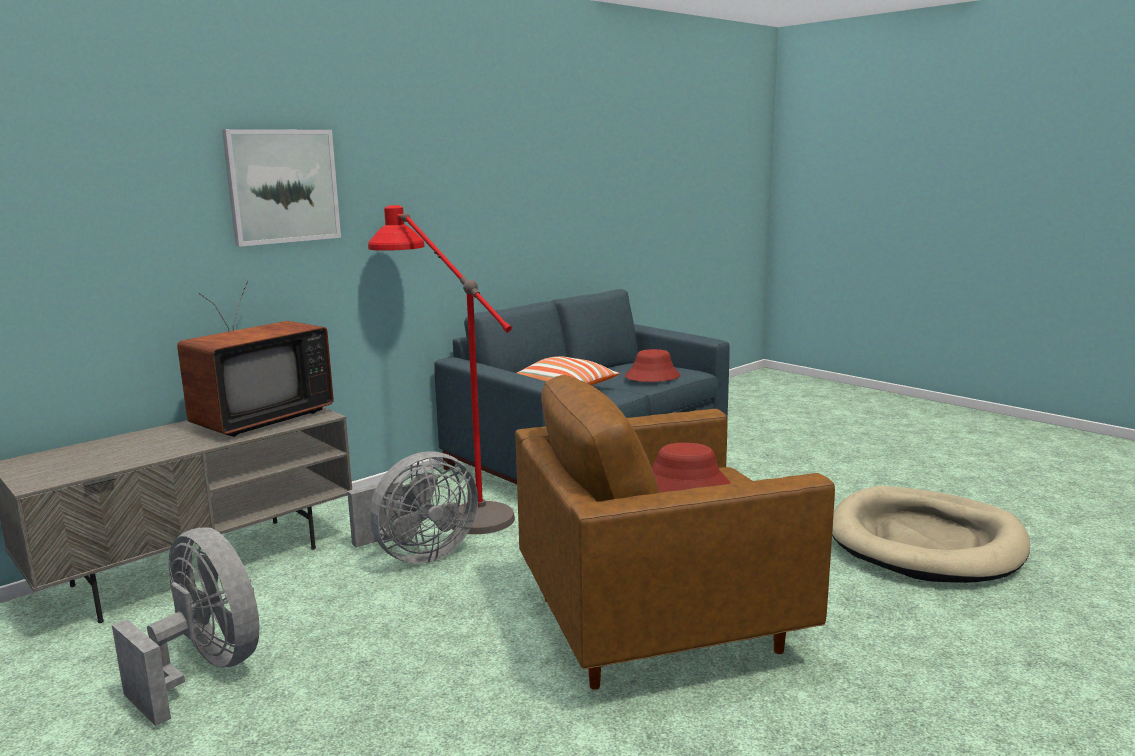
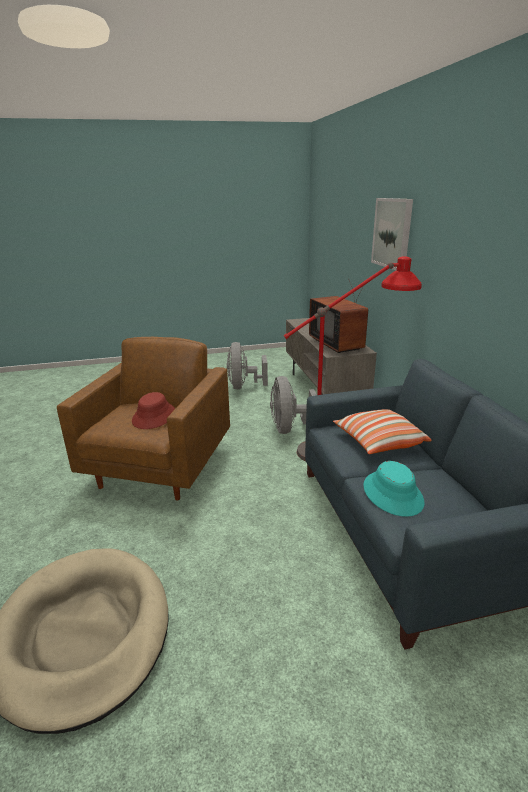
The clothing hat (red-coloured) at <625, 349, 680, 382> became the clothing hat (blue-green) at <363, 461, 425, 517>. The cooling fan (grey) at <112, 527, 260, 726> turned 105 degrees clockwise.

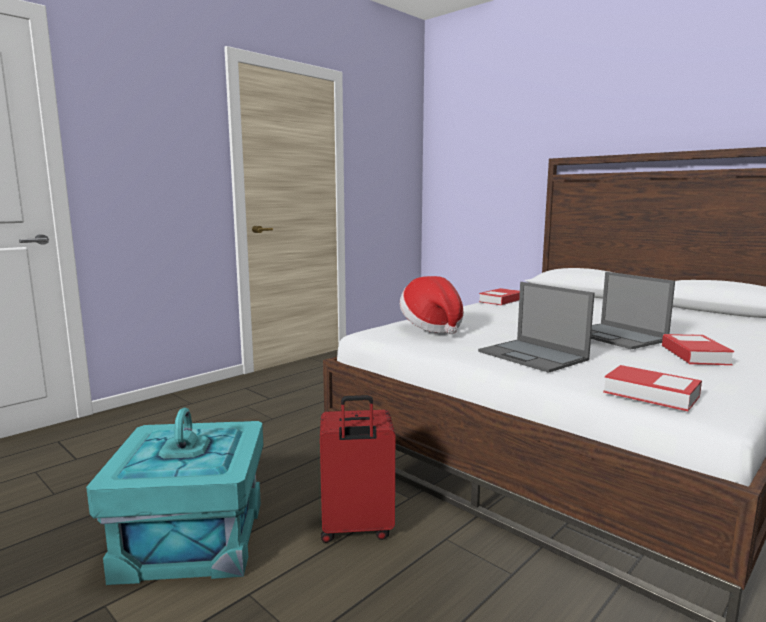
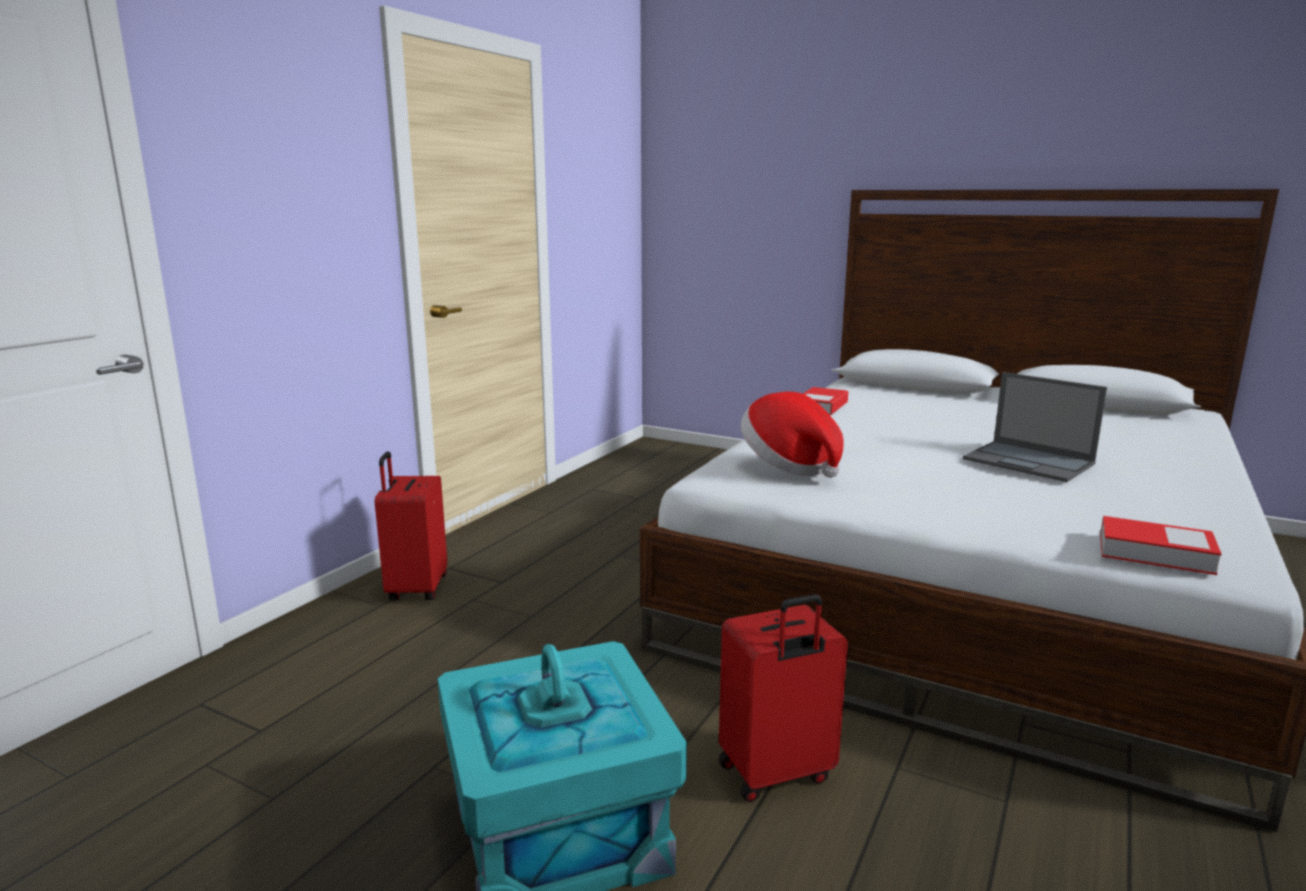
The portable computer at <478, 282, 595, 373> disappeared. The volume at <662, 334, 734, 365> disappeared. The suitcase (red-coloured) at <375, 451, 447, 600> appeared.

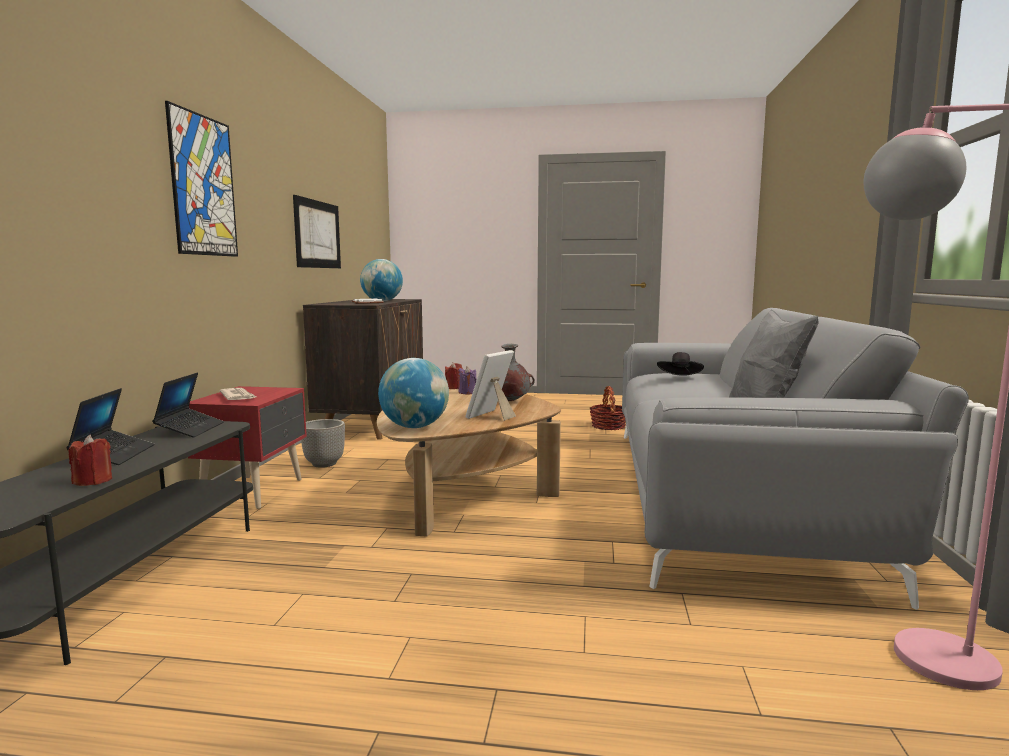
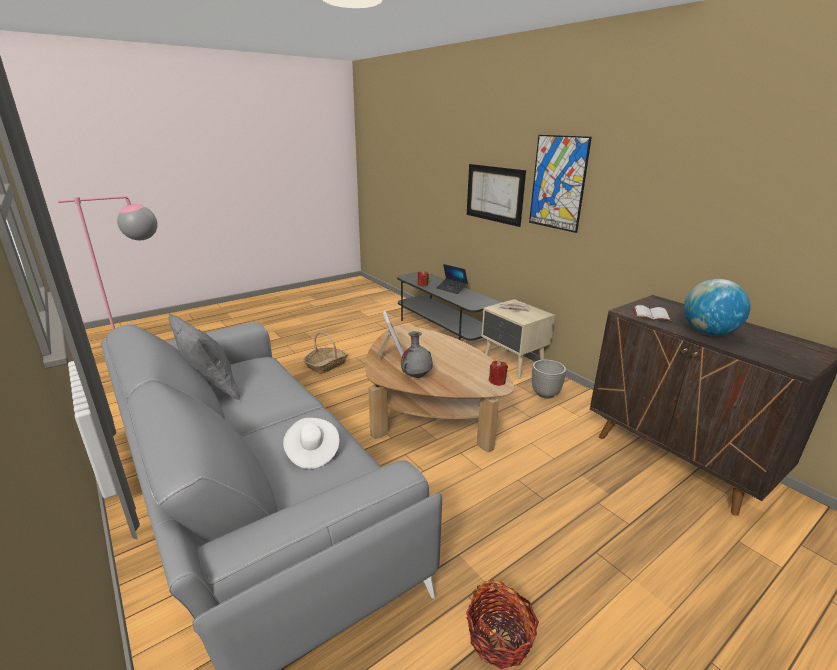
The wall art moved from <293, 195, 341, 268> to <467, 164, 526, 227>. The clothing hat (black-coloured) at <657, 352, 704, 376> became the clothing hat (whitish) at <283, 418, 339, 469>. The desk globe at <378, 358, 449, 428> disappeared. The wax light (purplish) at <458, 366, 476, 394> disappeared. The portable computer at <152, 373, 224, 437> disappeared. The nightstand (red-coloured) at <188, 386, 307, 509> became the nightstand (beige-coloured) at <481, 299, 555, 379>. The basket at <303, 332, 348, 374> appeared.

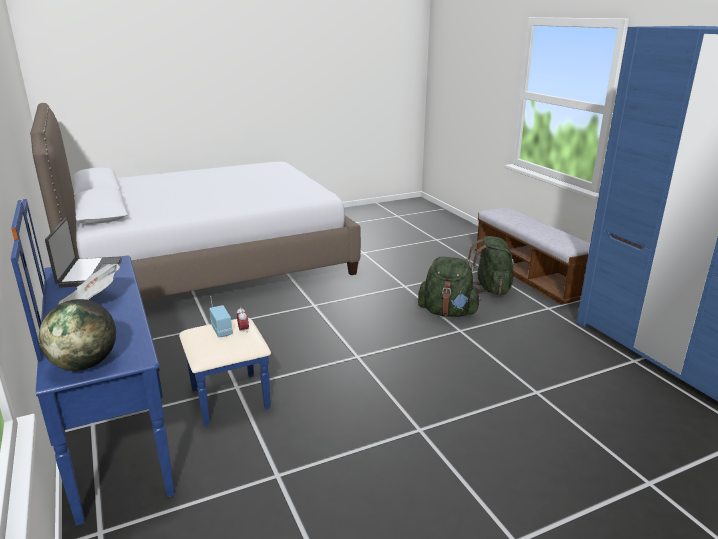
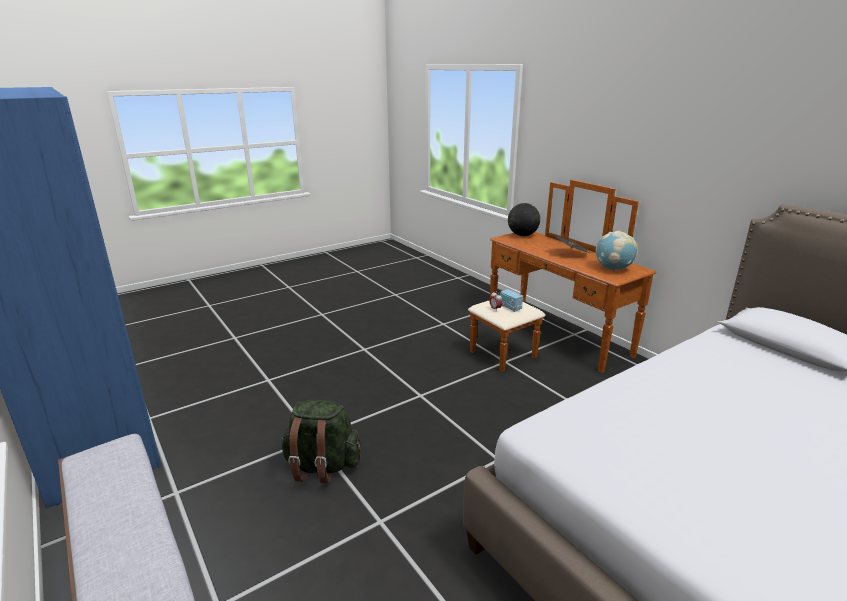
The chest of drawers (bluish) at <11, 199, 271, 526> became the chest of drawers (brown) at <468, 180, 656, 373>. The portable computer at <45, 218, 122, 288> was replaced by the desk globe at <595, 231, 637, 271>. The rucksack (greenish) at <466, 236, 517, 295> disappeared.

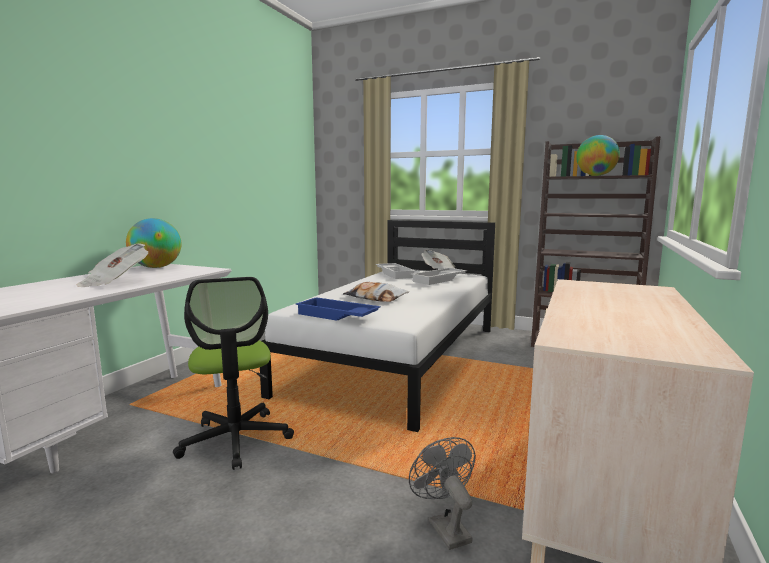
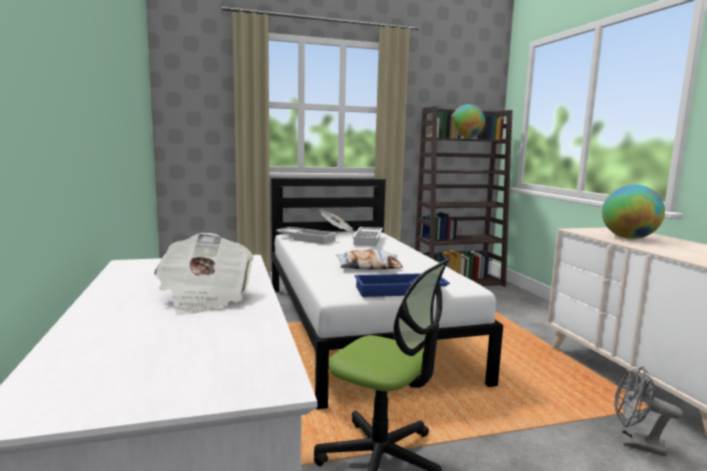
The desk globe moved from <126, 218, 181, 268> to <602, 185, 665, 239>.

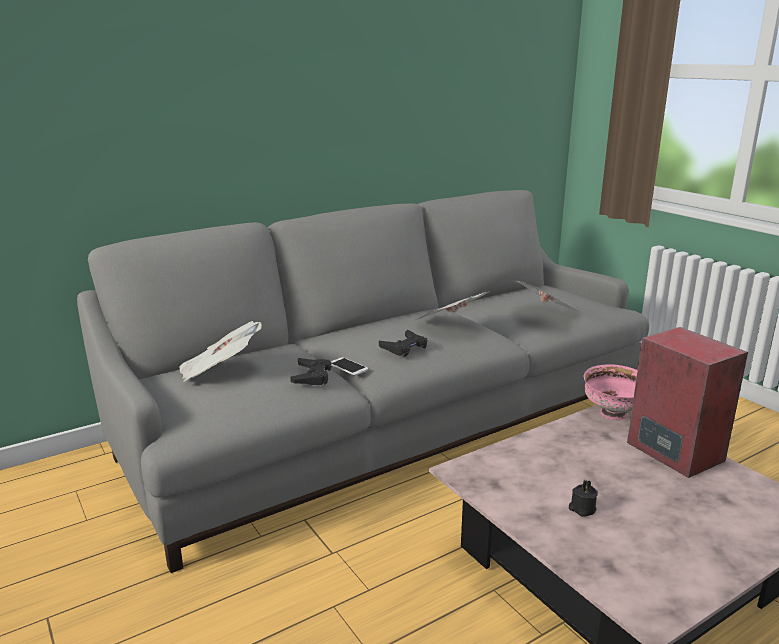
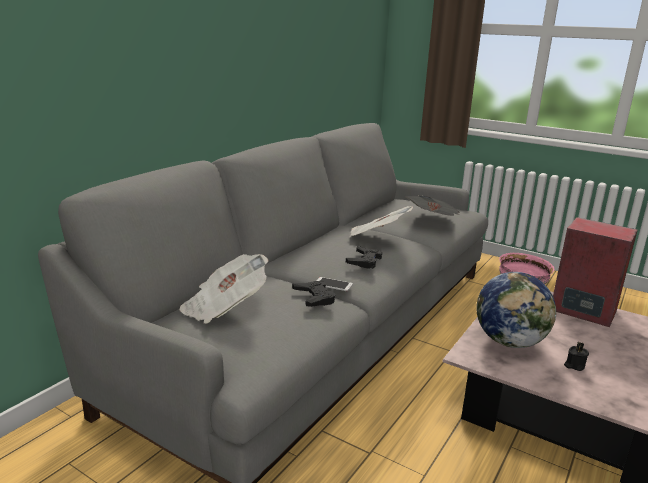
The desk globe at <476, 272, 556, 348> appeared.

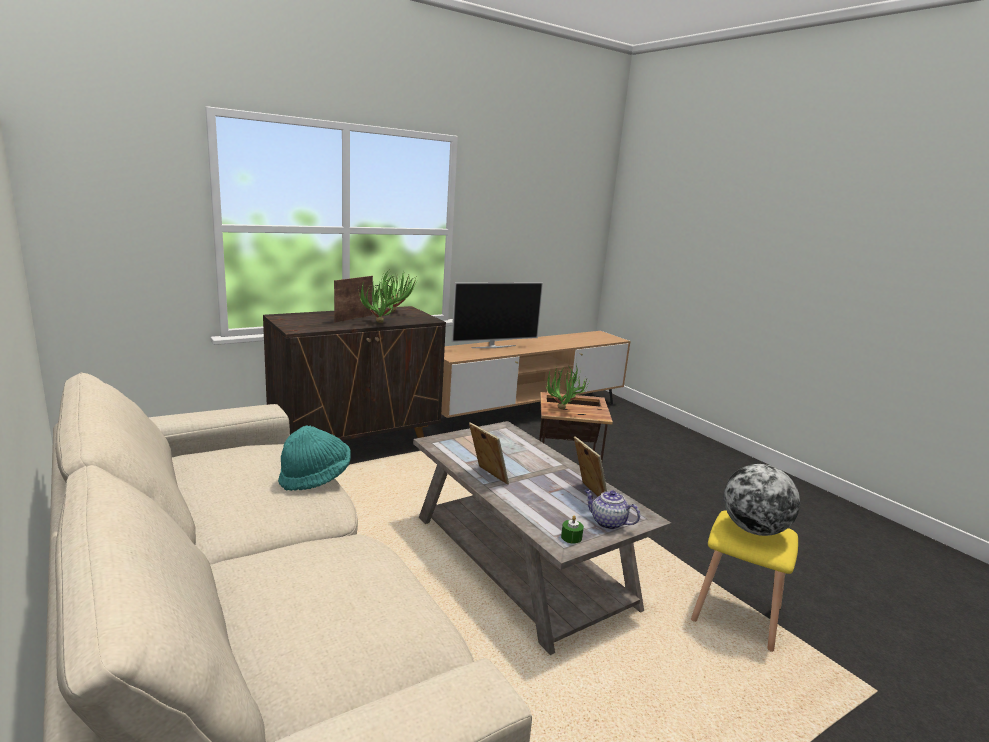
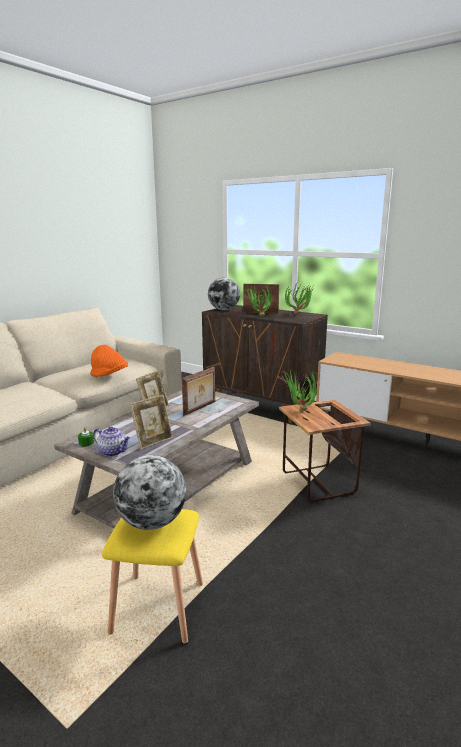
The TV set at <451, 282, 543, 348> disappeared. The clothing hat (blue-green) at <278, 426, 351, 491> became the clothing hat (orangey) at <90, 345, 128, 377>. The pot for tea at <584, 489, 640, 530> turned 105 degrees clockwise. The desk globe at <208, 277, 240, 310> appeared. The photo frame at <182, 367, 215, 416> appeared.

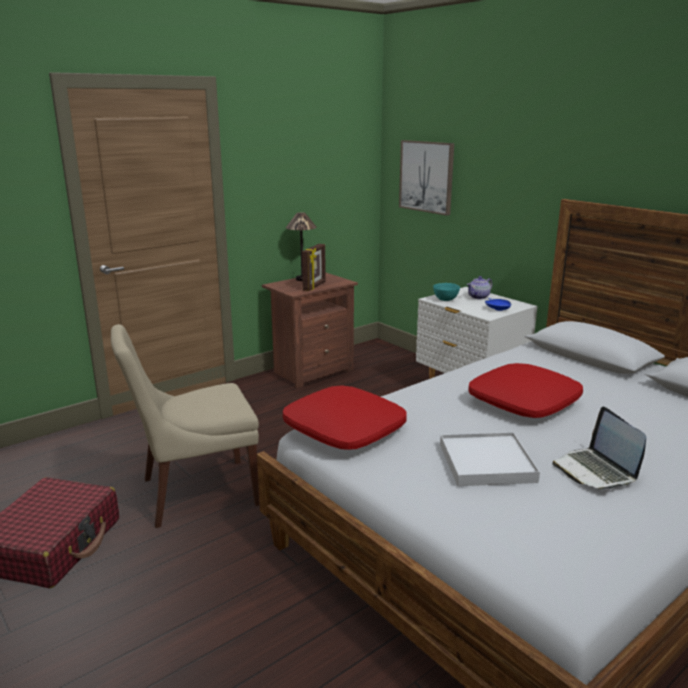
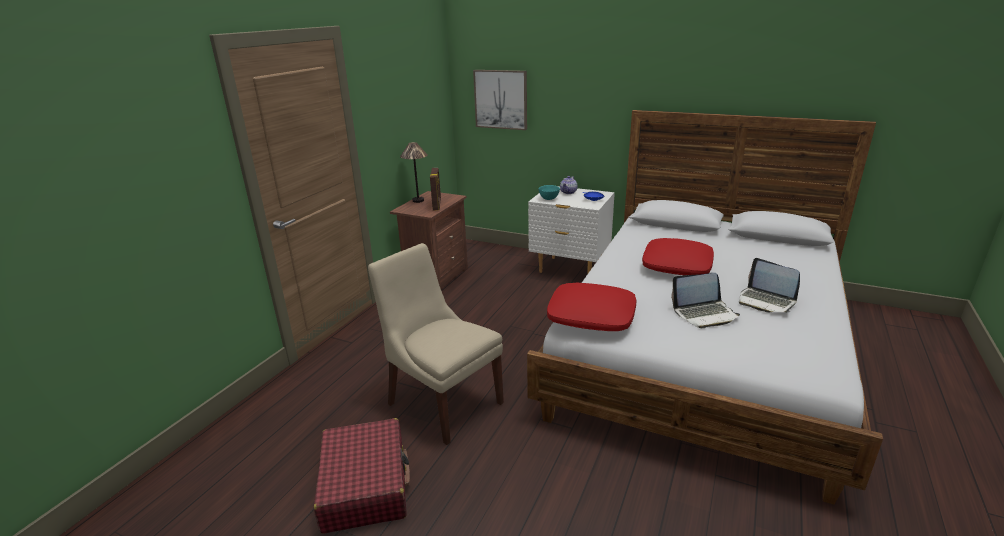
The chair (beige-coloured) at <111, 324, 260, 528> turned 90 degrees clockwise. The serving tray (whitish) at <440, 432, 540, 486> was replaced by the portable computer at <671, 273, 740, 328>.

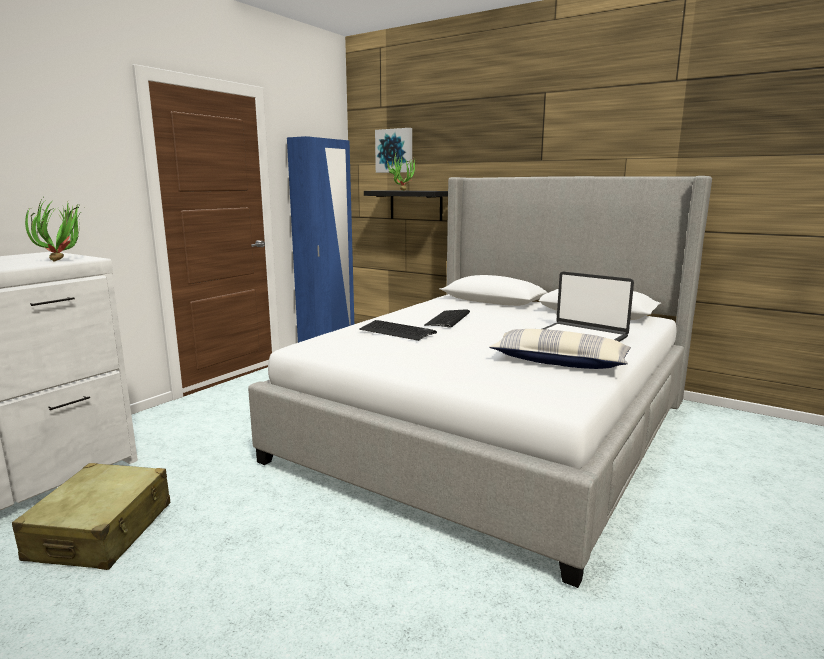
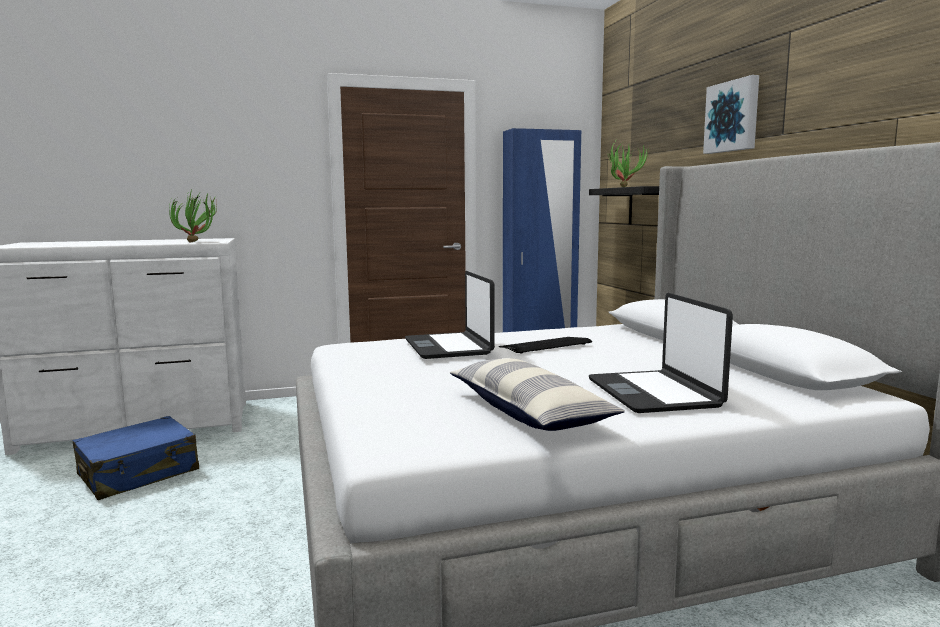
The wall art moved from <375, 128, 412, 173> to <703, 75, 759, 154>. The keyboard at <359, 320, 437, 341> was replaced by the portable computer at <405, 271, 495, 359>. The suitcase (beige-coloured) at <12, 463, 170, 570> became the suitcase (bluish) at <73, 416, 199, 500>.

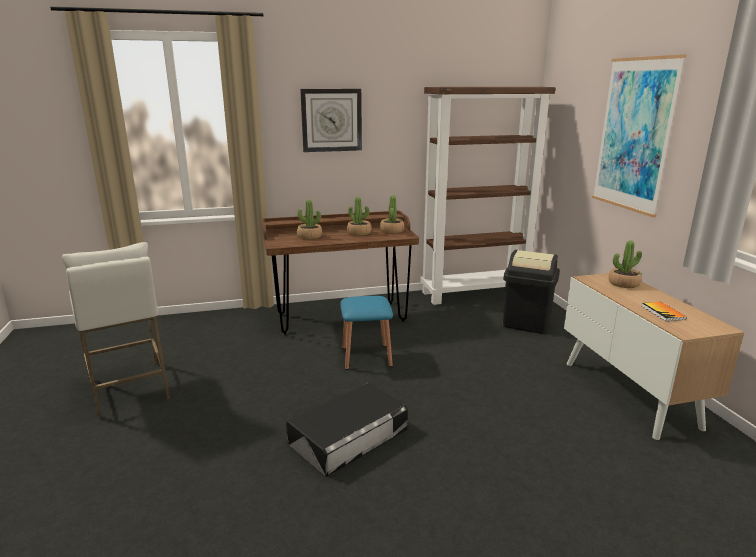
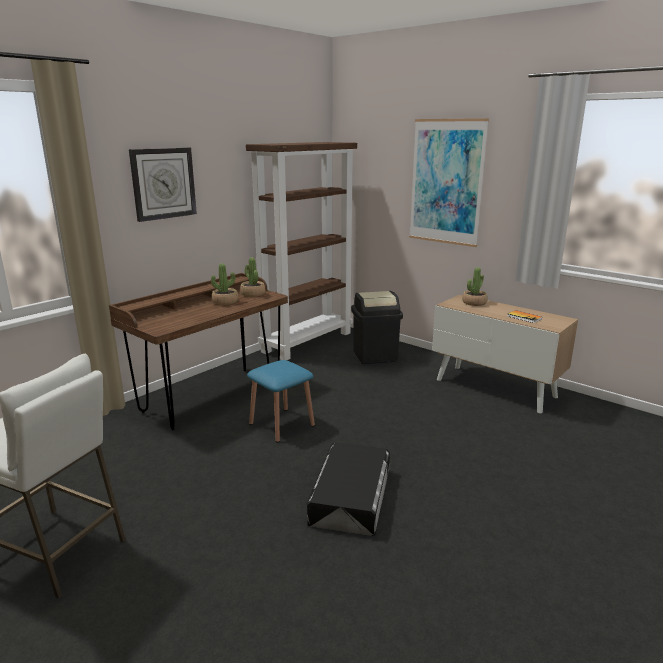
The plant in a pot at <297, 199, 322, 239> disappeared.

